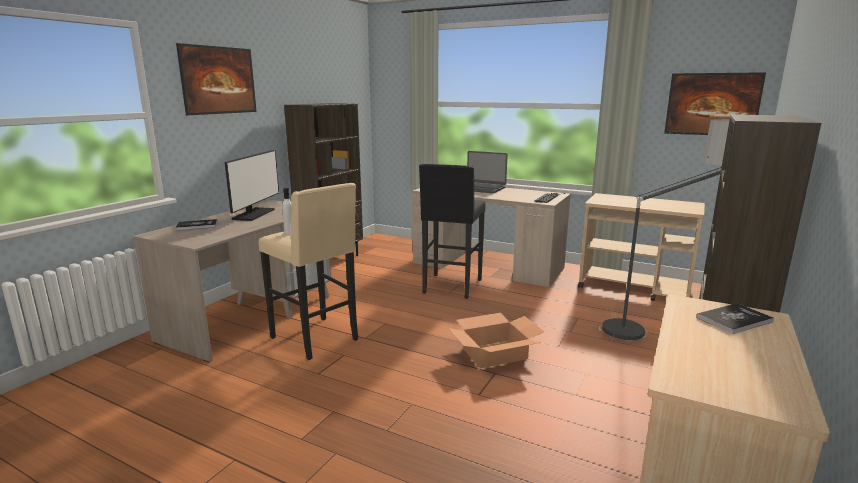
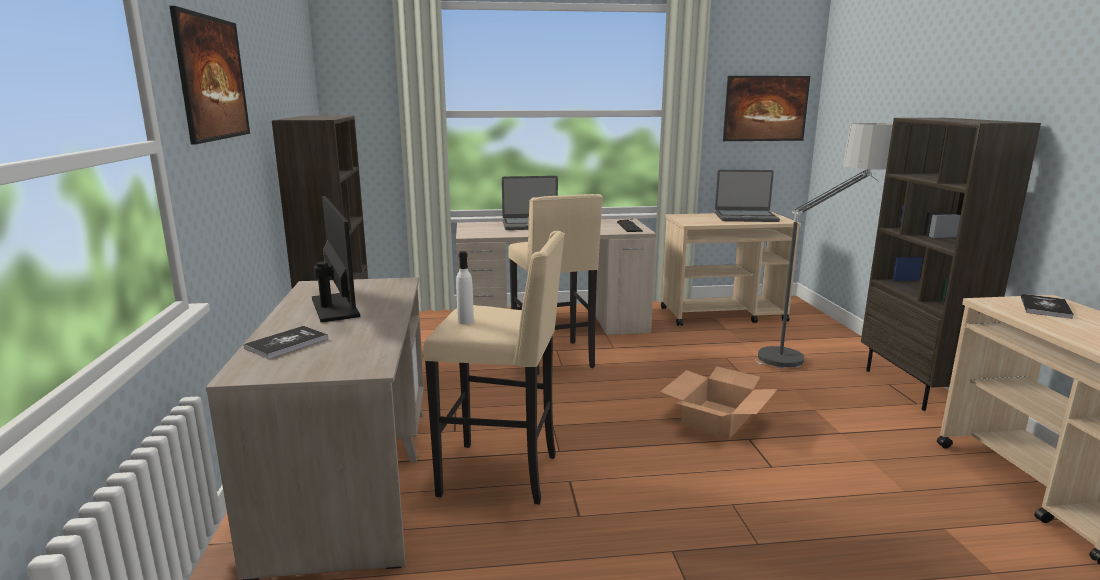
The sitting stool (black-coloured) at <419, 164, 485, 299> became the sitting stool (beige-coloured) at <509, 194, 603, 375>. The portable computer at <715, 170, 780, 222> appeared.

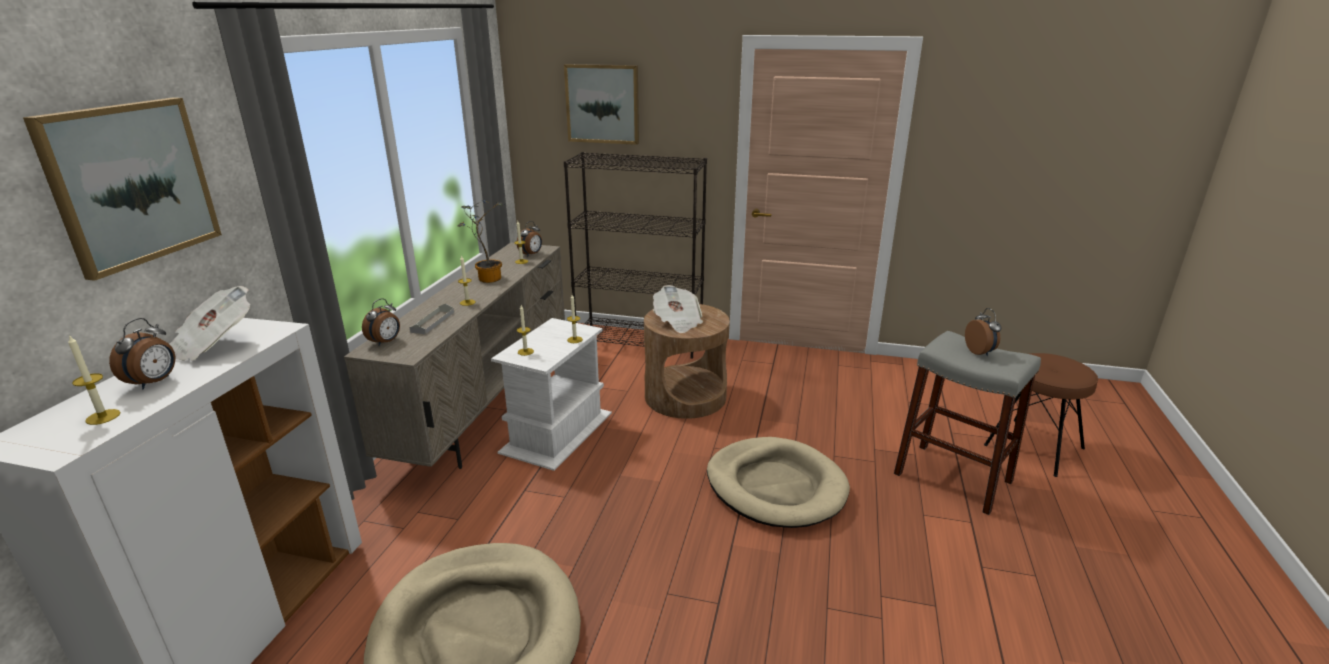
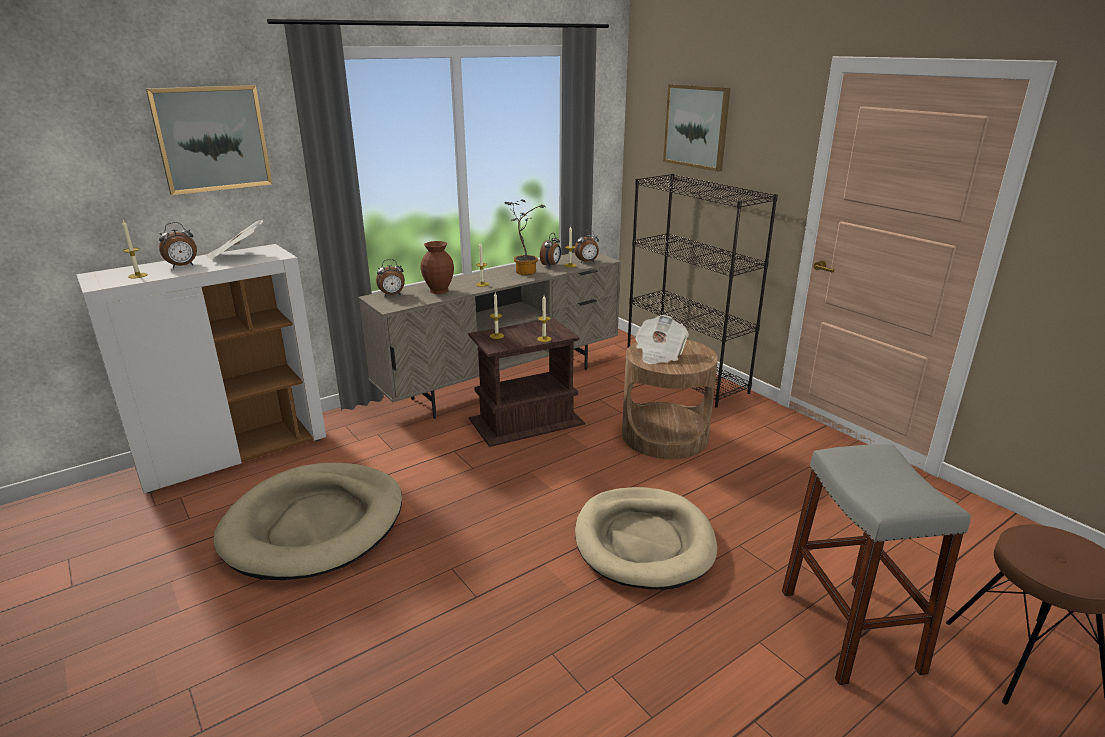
The serving tray (grey) at <409, 304, 454, 334> was replaced by the vase (brown) at <421, 241, 454, 294>. The alarm clock moved from <965, 308, 1002, 356> to <540, 233, 561, 267>. The end table (whitish) at <491, 318, 612, 471> became the end table (brown) at <468, 318, 585, 447>.

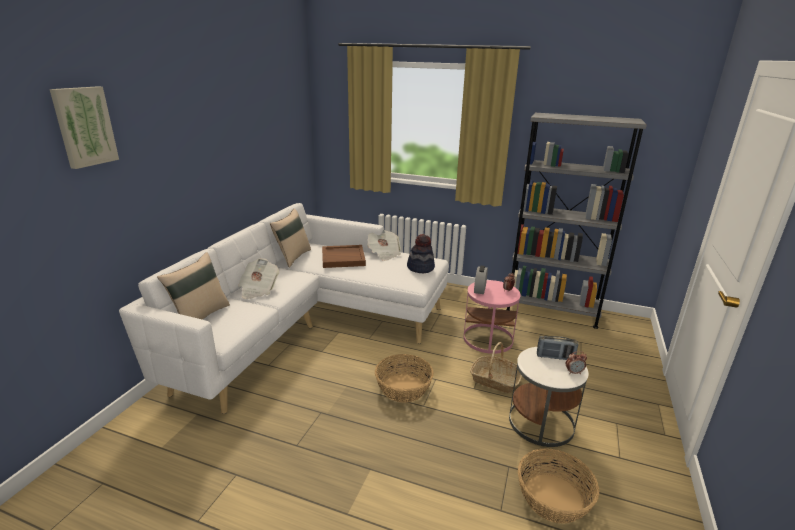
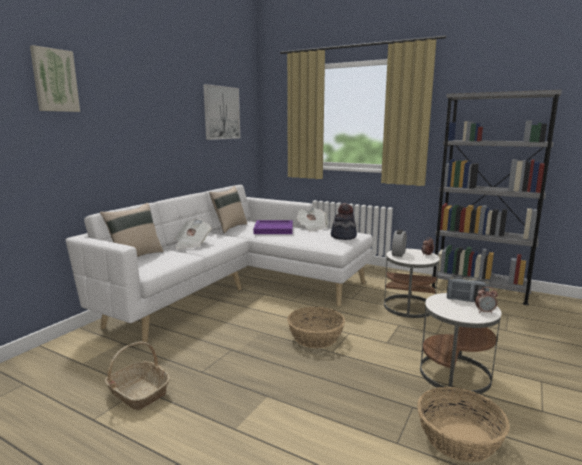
The serving tray (brown) at <322, 245, 366, 268> became the serving tray (purplish) at <253, 220, 293, 234>. The end table (pinkish) at <464, 280, 521, 354> became the end table (whitish) at <384, 249, 440, 318>. The basket moved from <470, 342, 522, 393> to <105, 342, 170, 410>. The wall art at <203, 84, 240, 140> appeared.

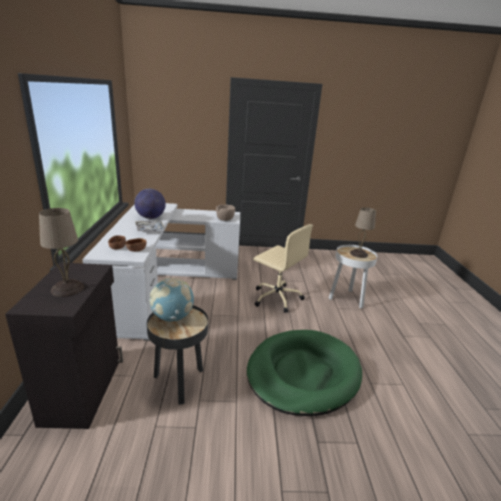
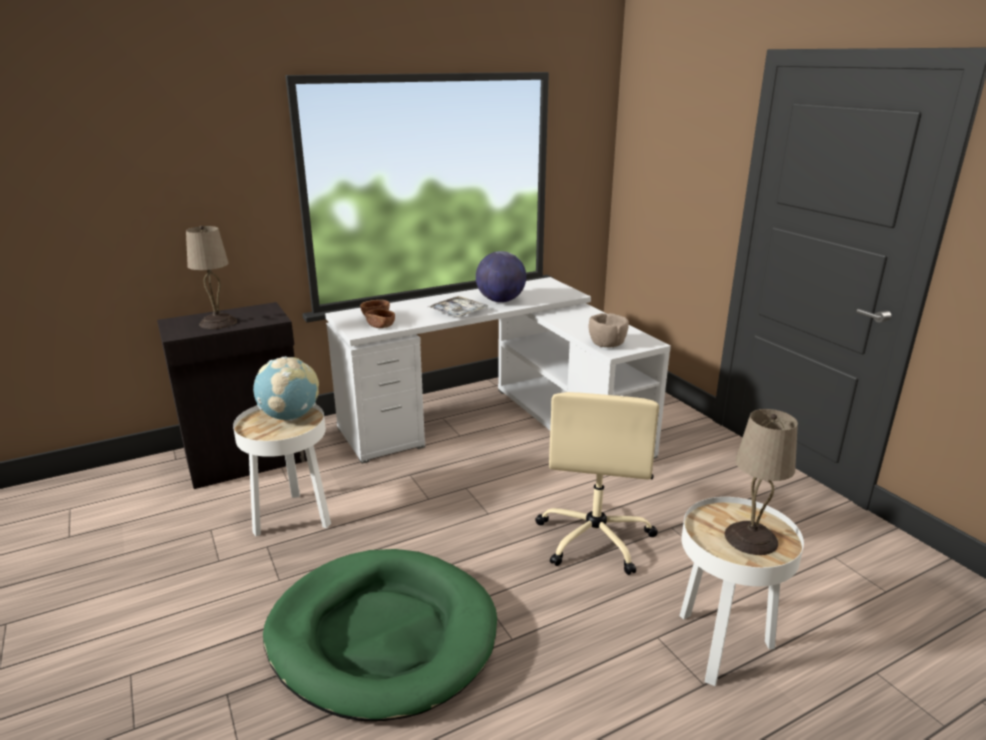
The end table (black-coloured) at <147, 305, 208, 405> became the end table (whitish) at <233, 404, 331, 536>.

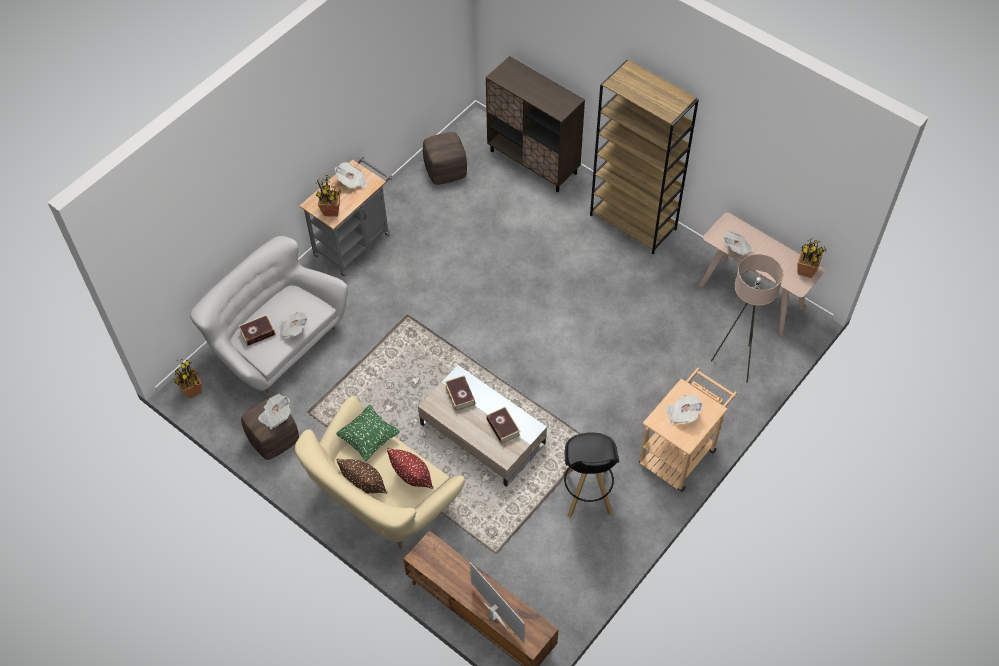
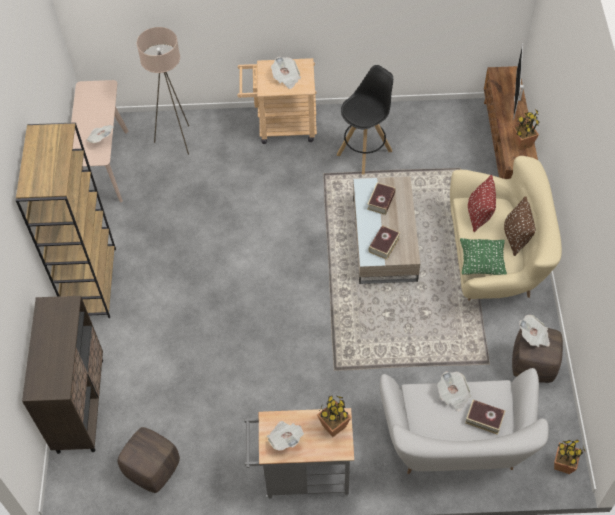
The plant in a pot moved from <798, 238, 826, 278> to <512, 109, 540, 150>.

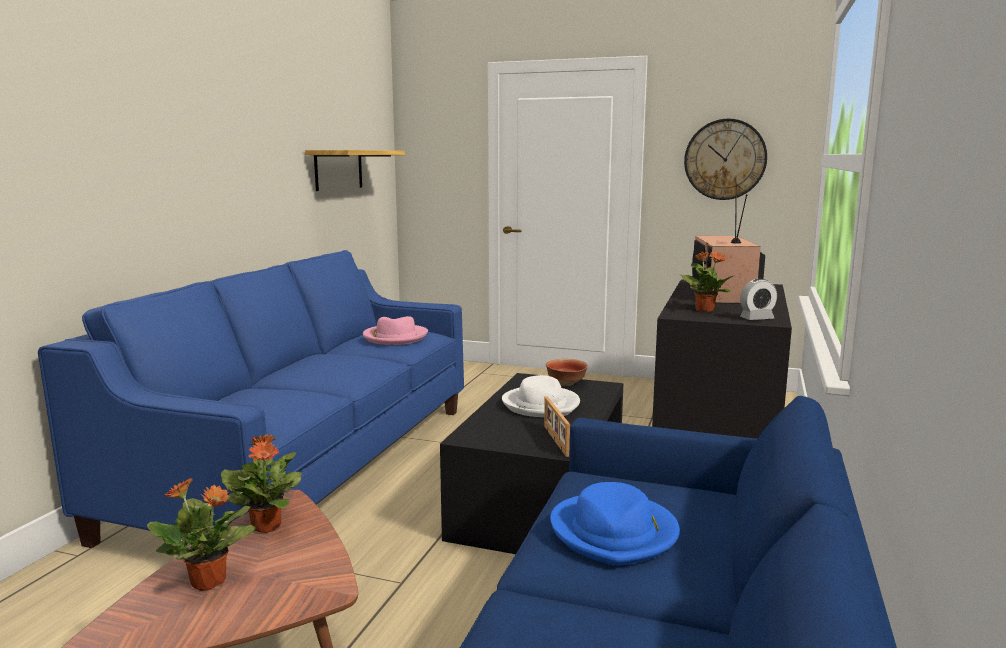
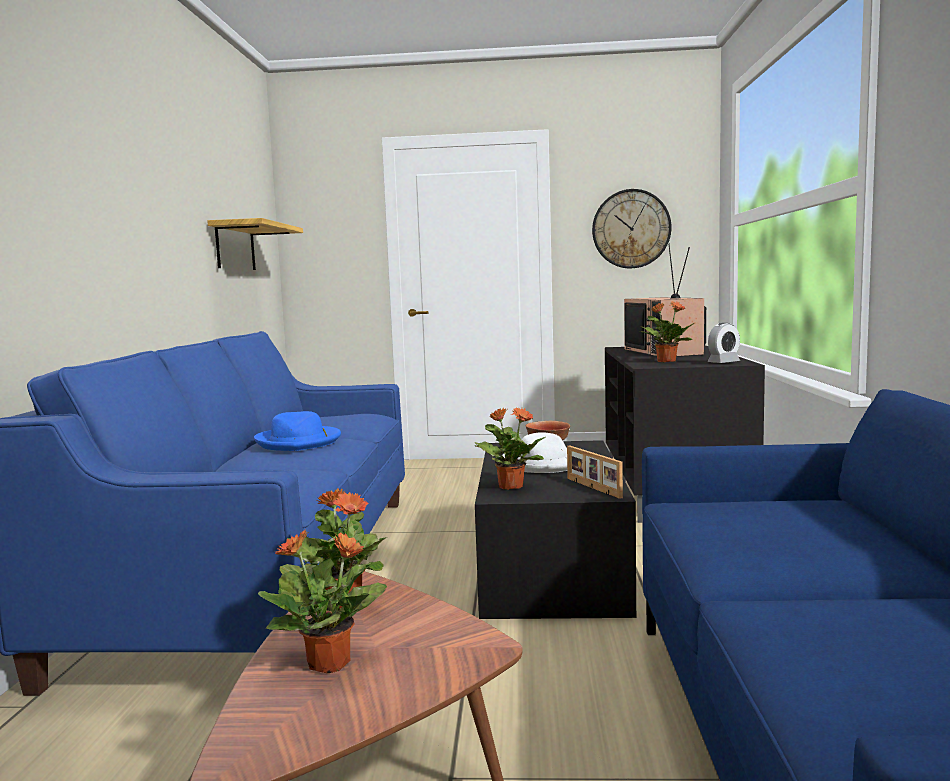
The clothing hat (pinkish) at <363, 316, 428, 345> disappeared. The clothing hat (bluish) moved from <550, 482, 680, 566> to <254, 411, 341, 451>. The plant in a pot at <475, 408, 546, 490> appeared.

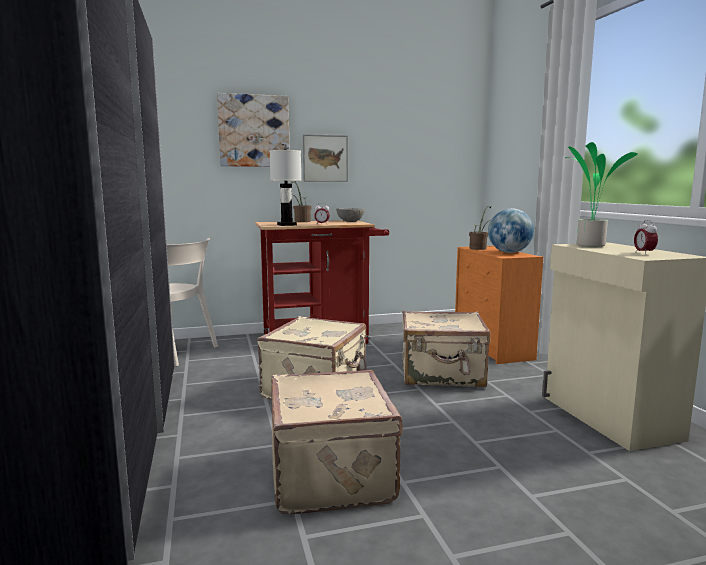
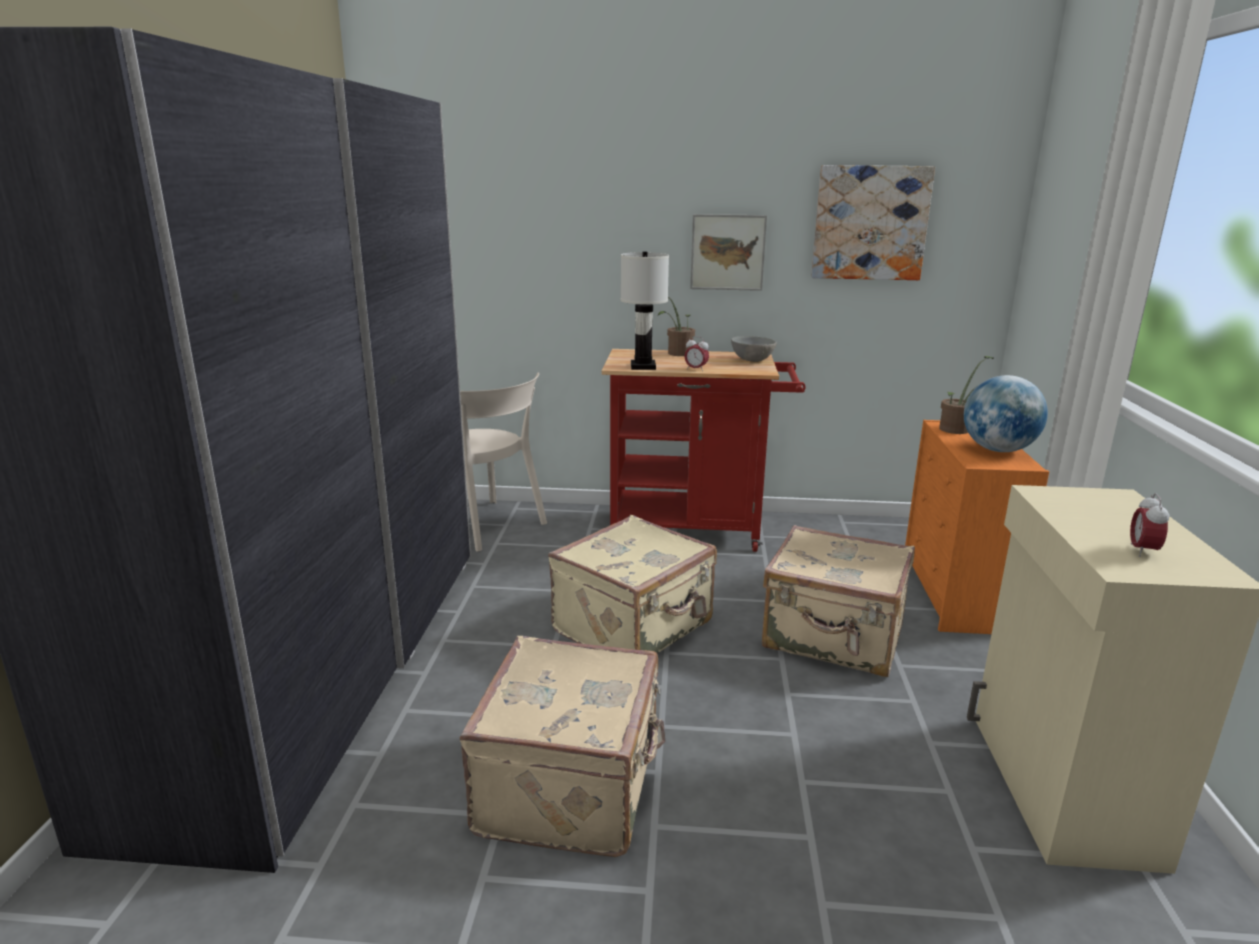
The wall art moved from <217, 93, 290, 167> to <811, 165, 935, 280>. The plant in a pot at <565, 142, 637, 247> disappeared.

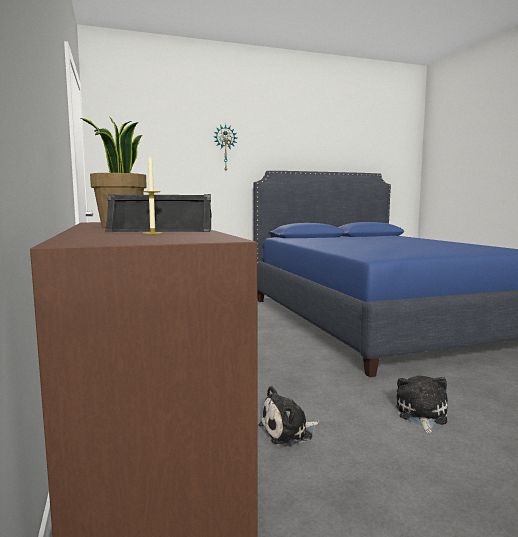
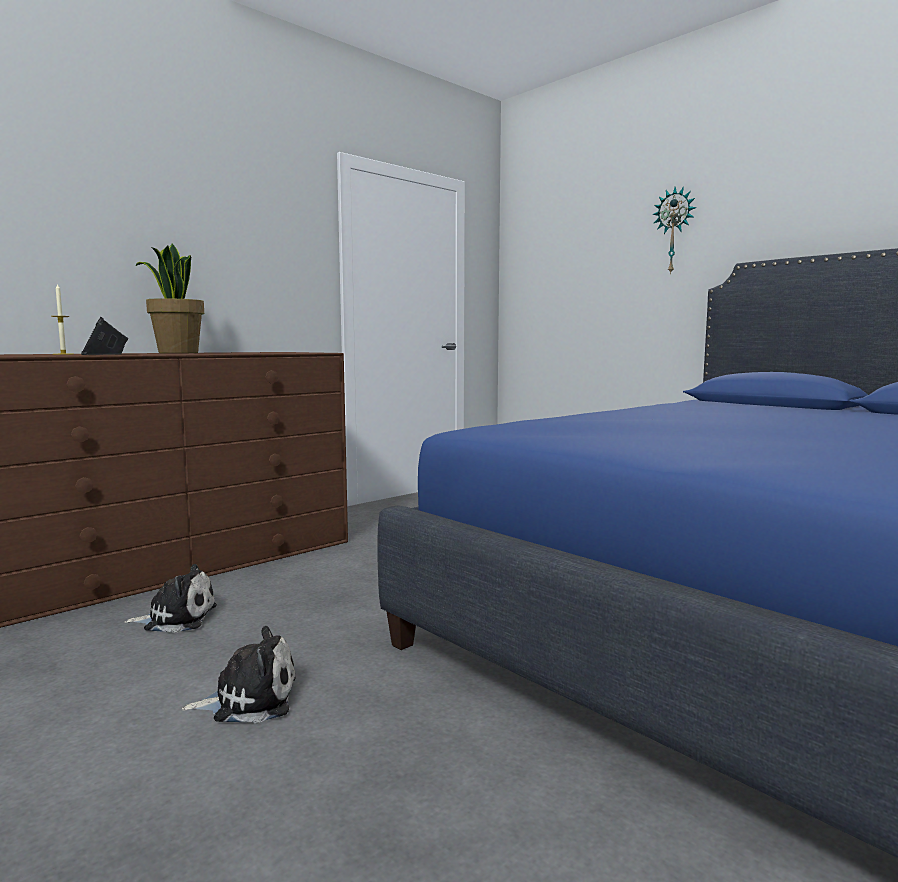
The plush toy at <259, 386, 320, 446> turned 135 degrees clockwise.

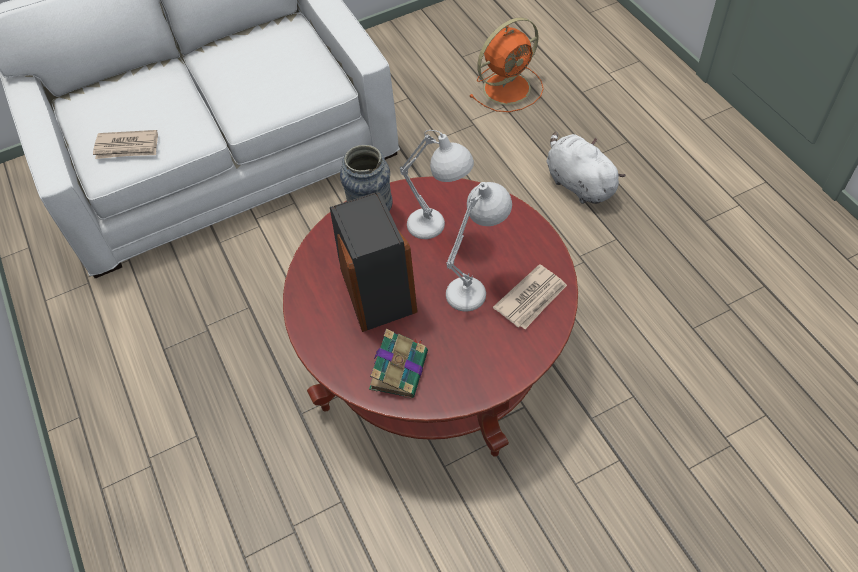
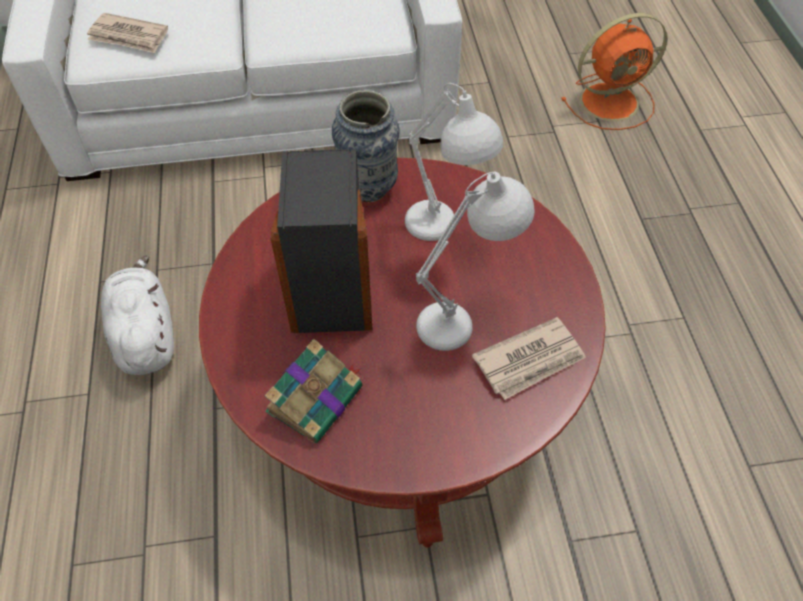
The plush toy (whitish) moved from <547, 132, 626, 204> to <101, 255, 174, 375>.

